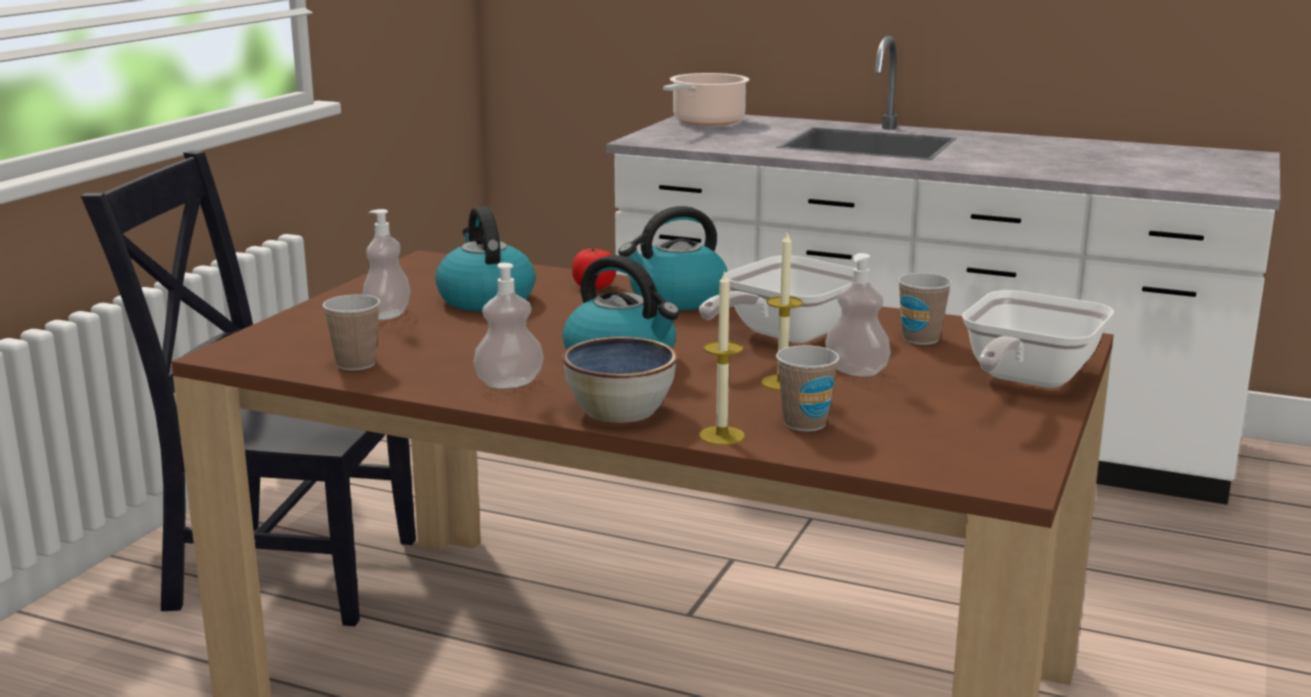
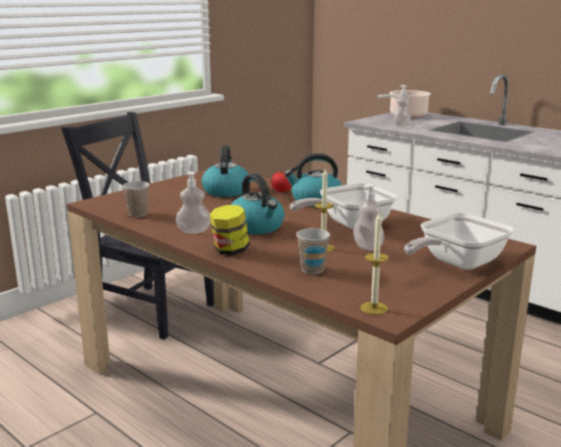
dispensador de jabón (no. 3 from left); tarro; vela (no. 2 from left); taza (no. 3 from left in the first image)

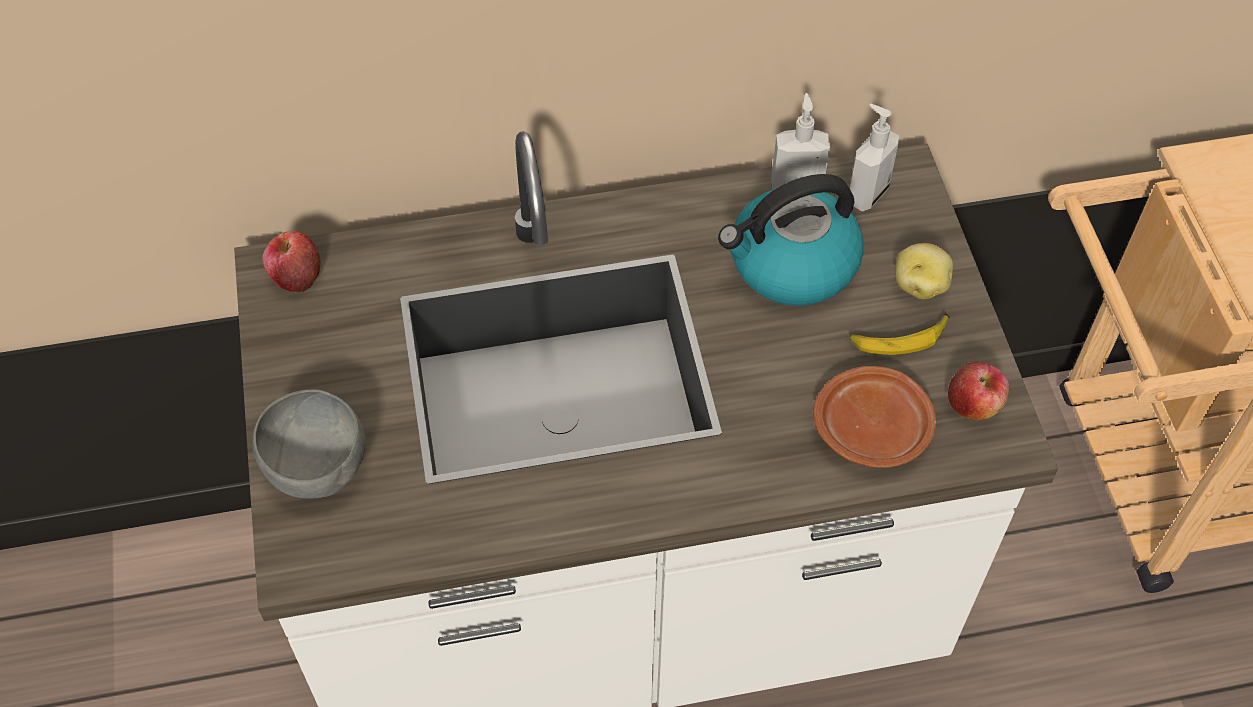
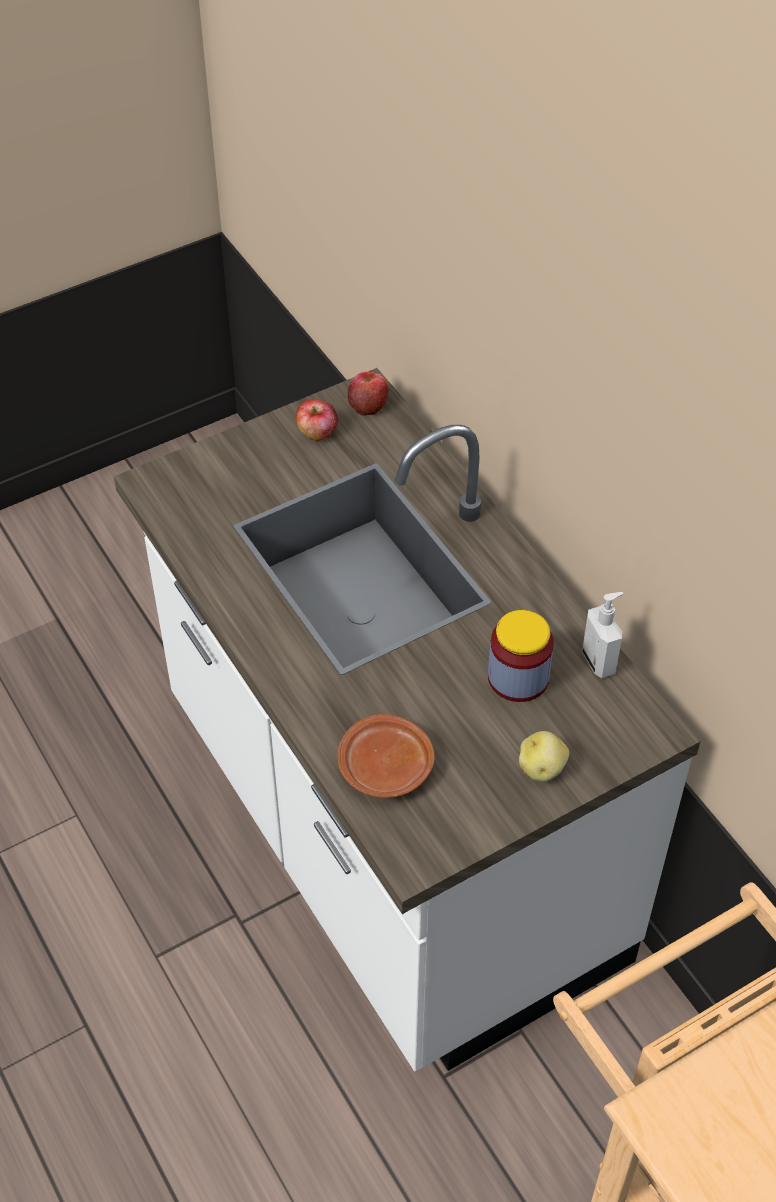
cuenco (gris); tarro; dispensador de jabón (no. 2 from left in the first image); plátano; manzana (no. 1 from left)

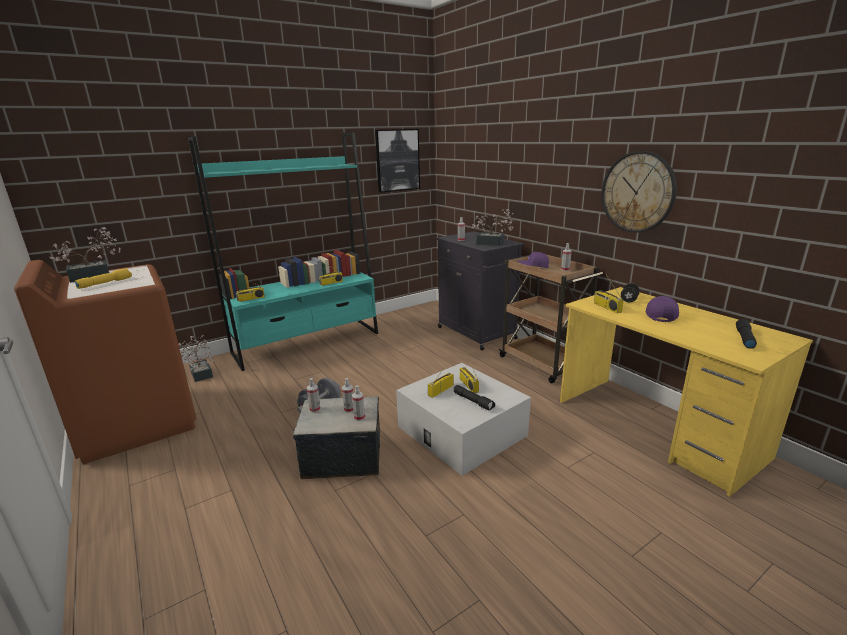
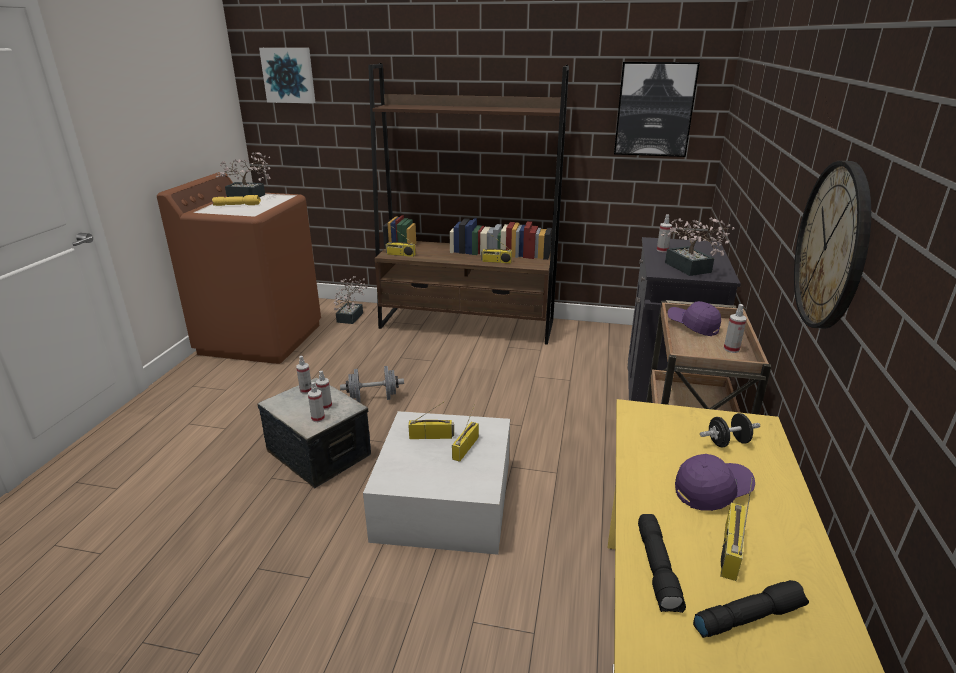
estantería (marrón); linterna (negro) (no. 1 from left); radio (no. 5 from left); cuadro (no. 1 from left)

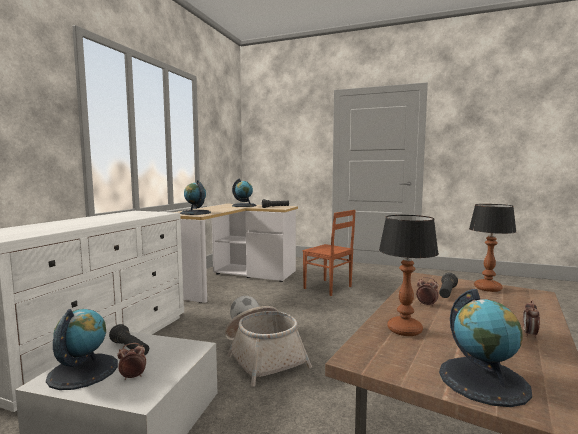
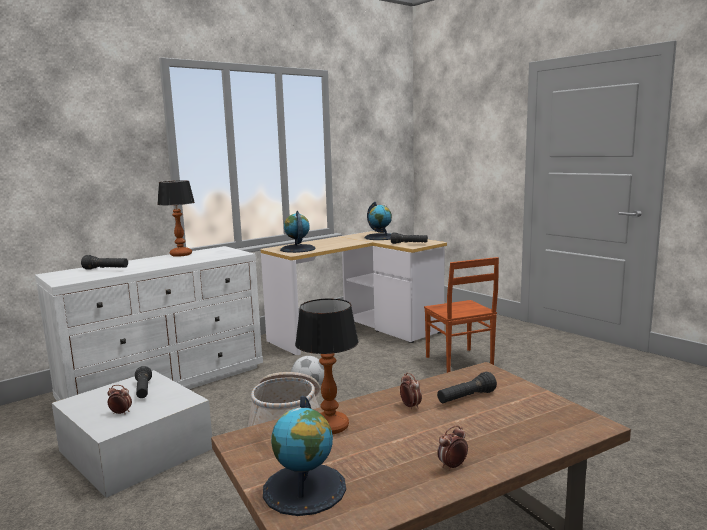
globo terráqueo (no. 1 from left in the first image); lámpara de mesa (no. 1 from left); linterna (negro) (no. 1 from left)

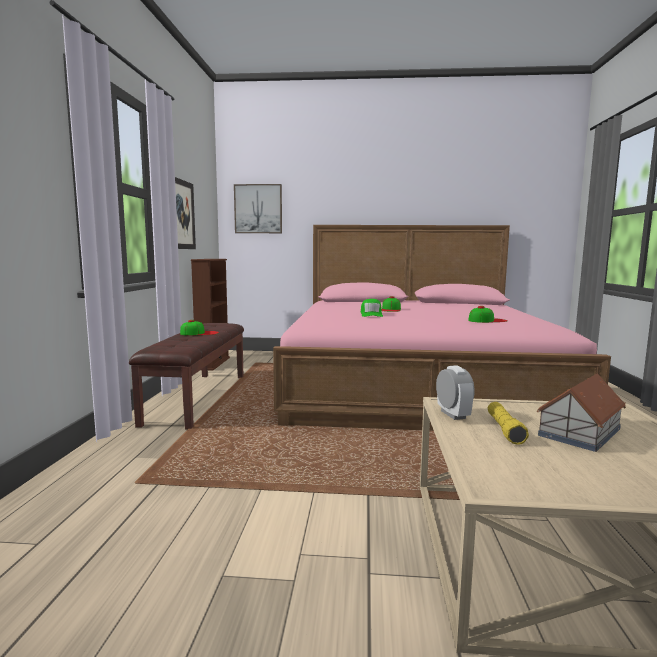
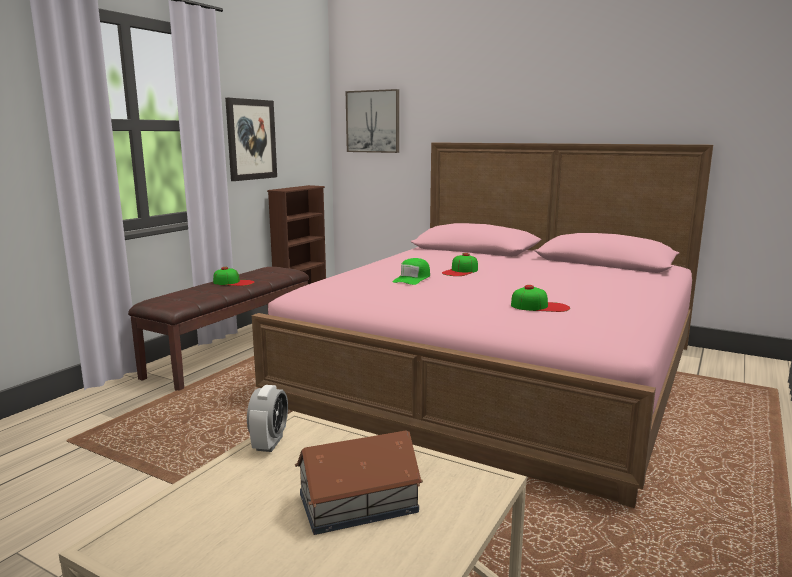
linterna (amarillo)

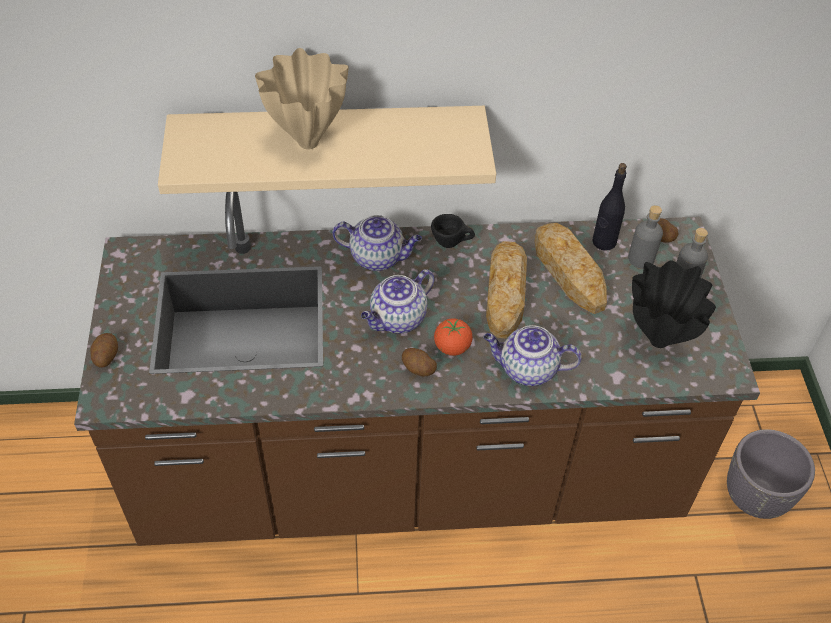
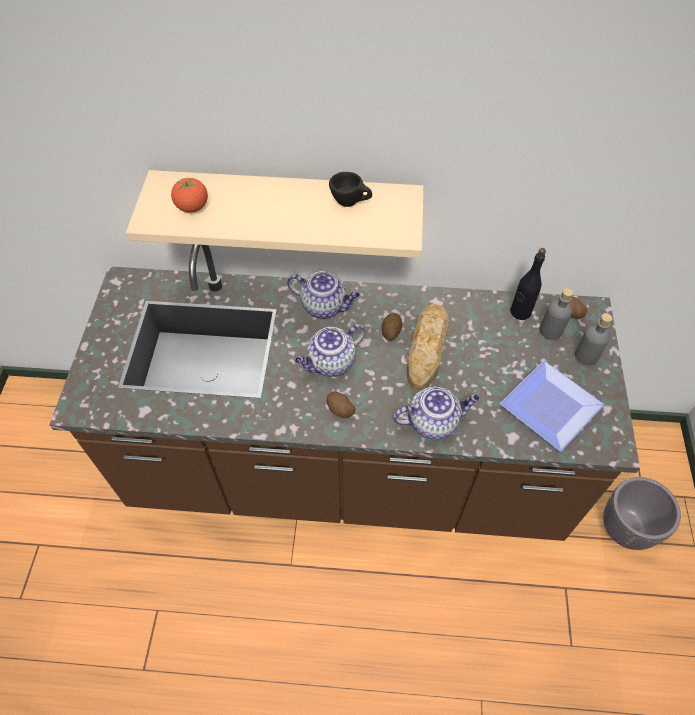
patata (no. 2 from left); florero (beis); taza (negro); tomate; tetera (no. 3 from left); pan (no. 2 from left in the first image); plato

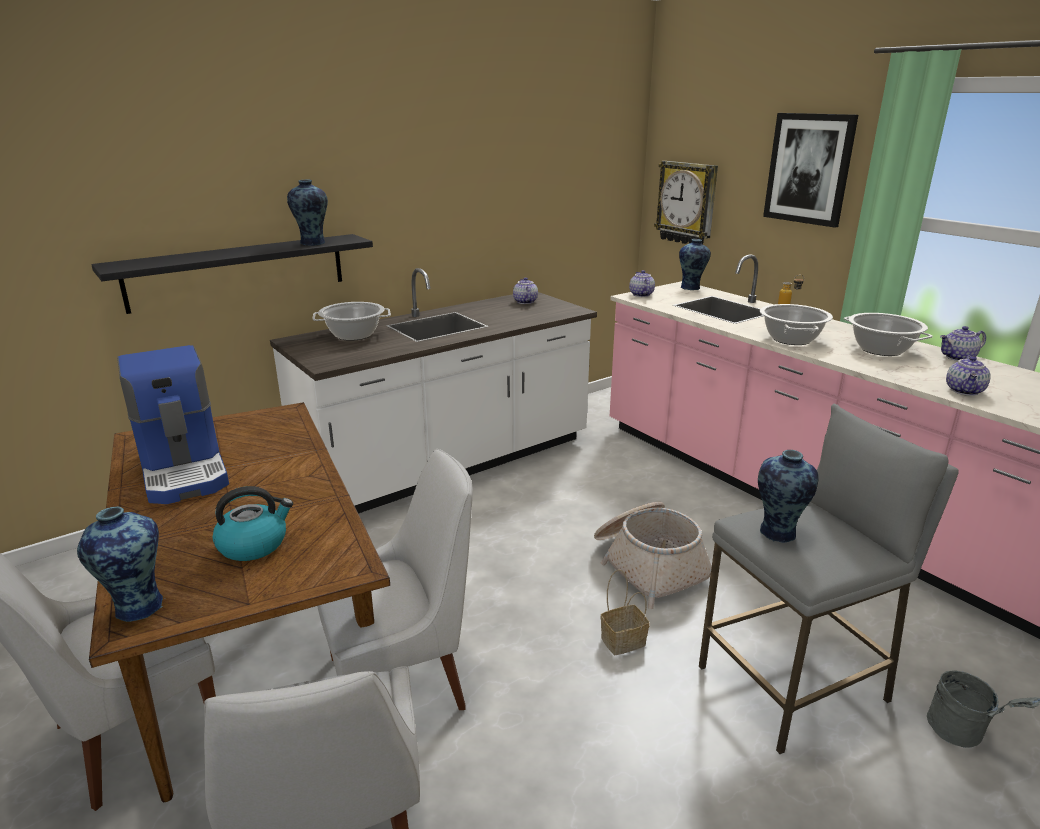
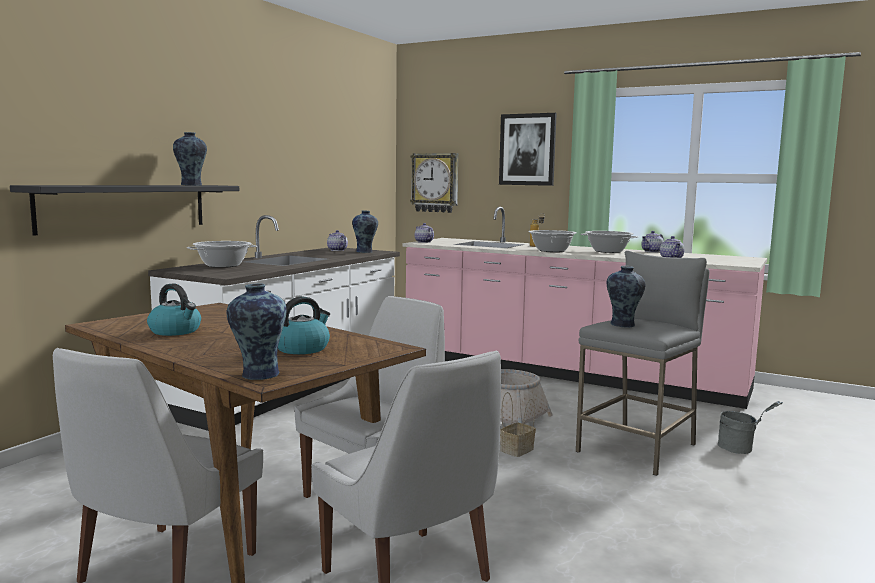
hervidor (no. 1 from left); florero (no. 3 from left)

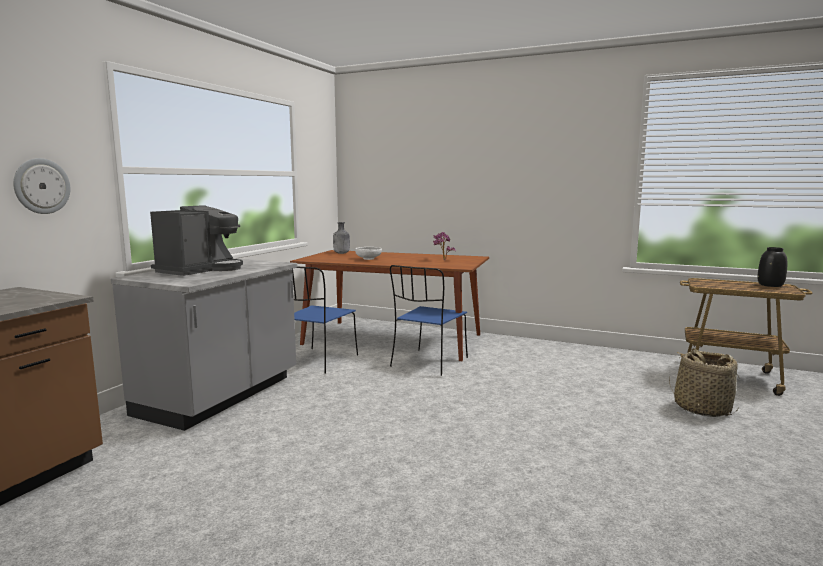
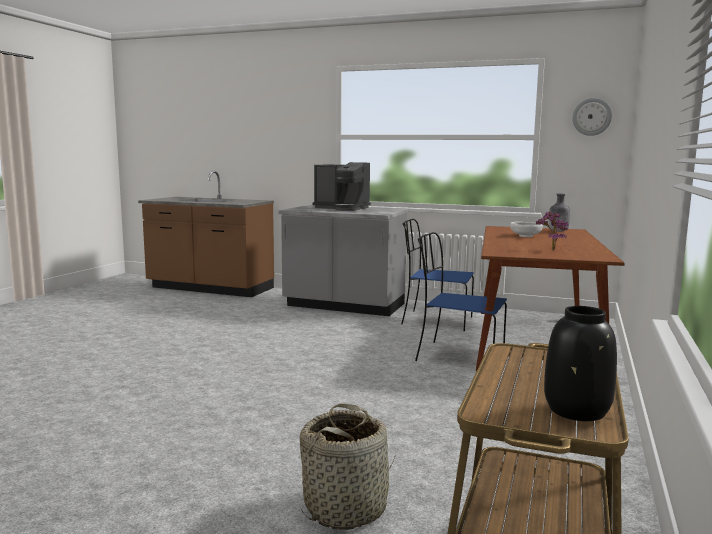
reloj de pared

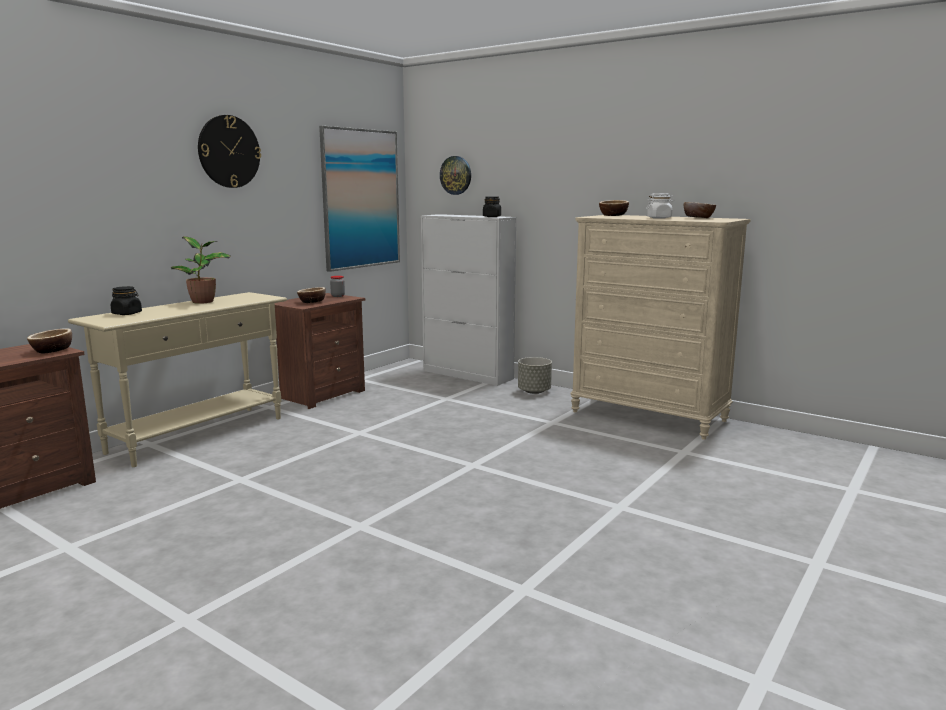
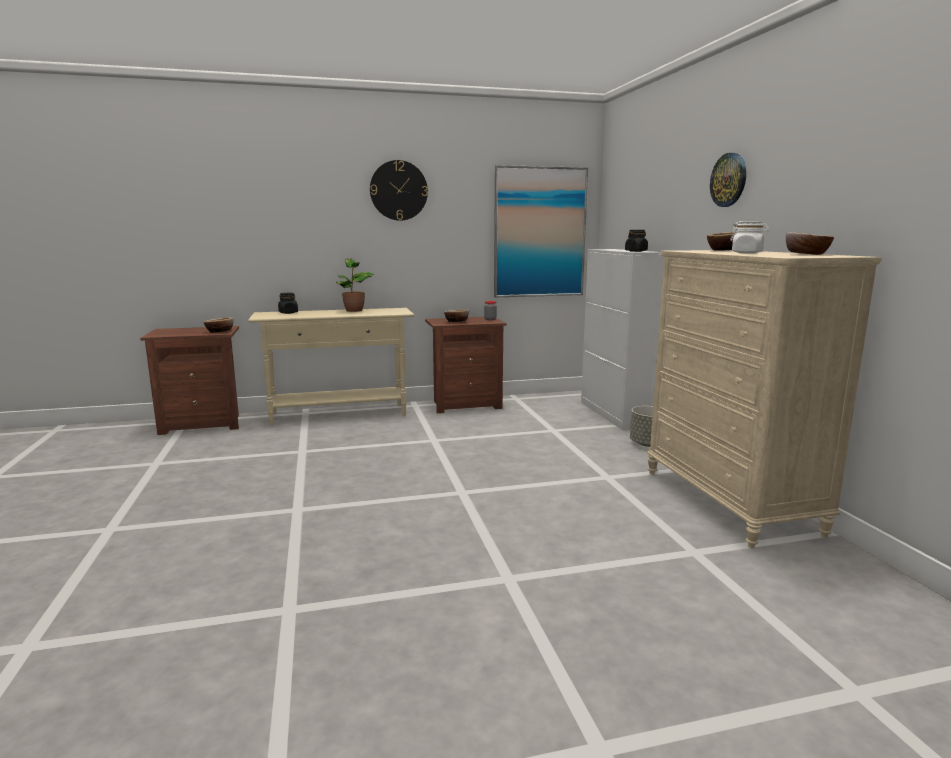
reloj de pared (no. 2 from left)

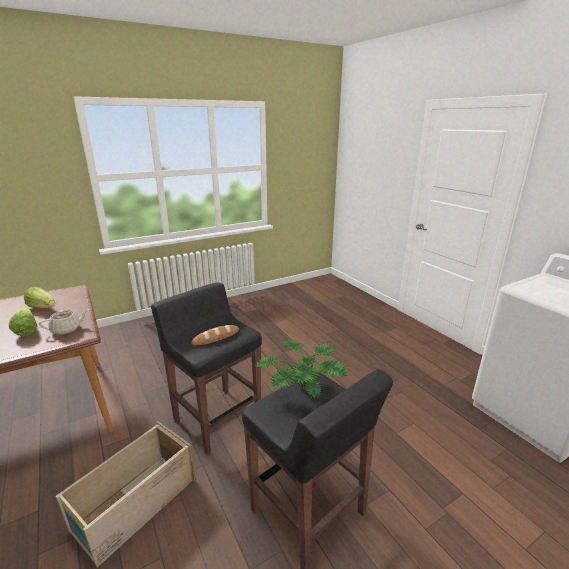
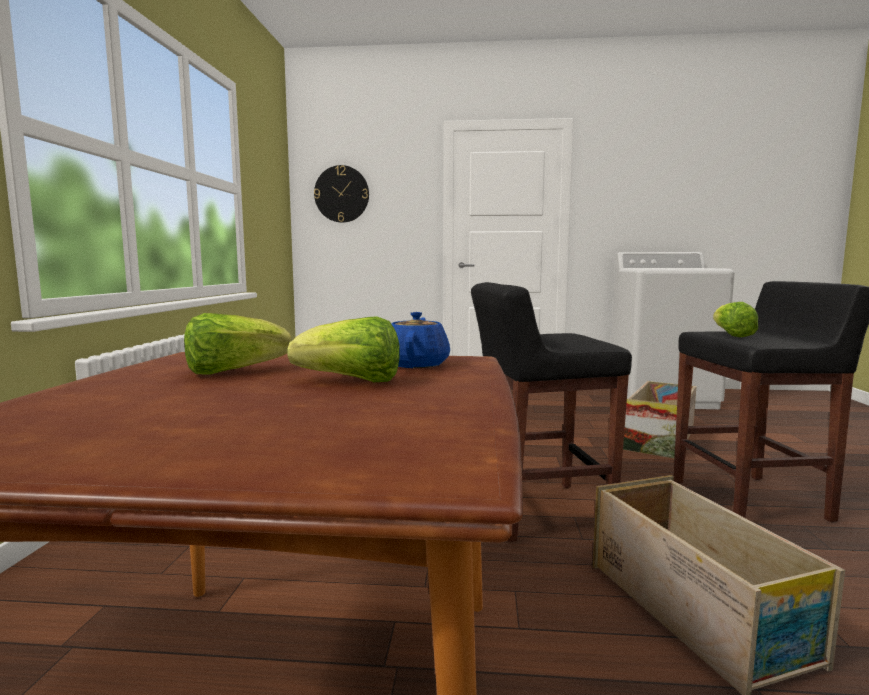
tetera (azul); pan; lechuga (no. 3 from left); reloj de pared; caja de embalaje (no. 1 from left)

